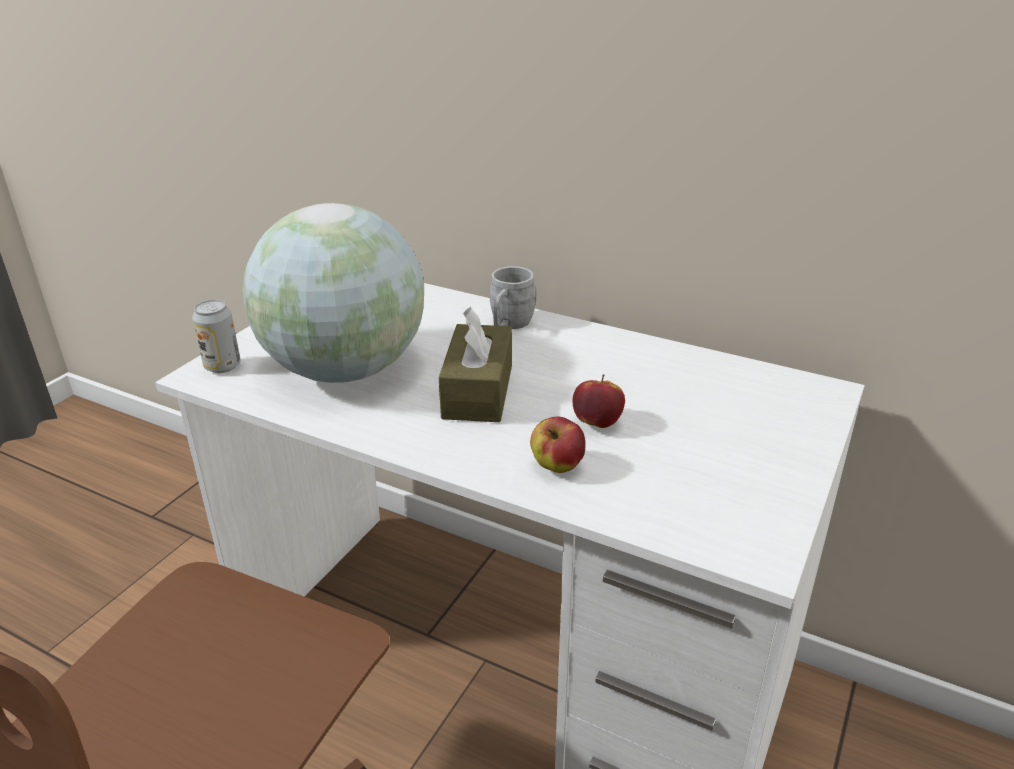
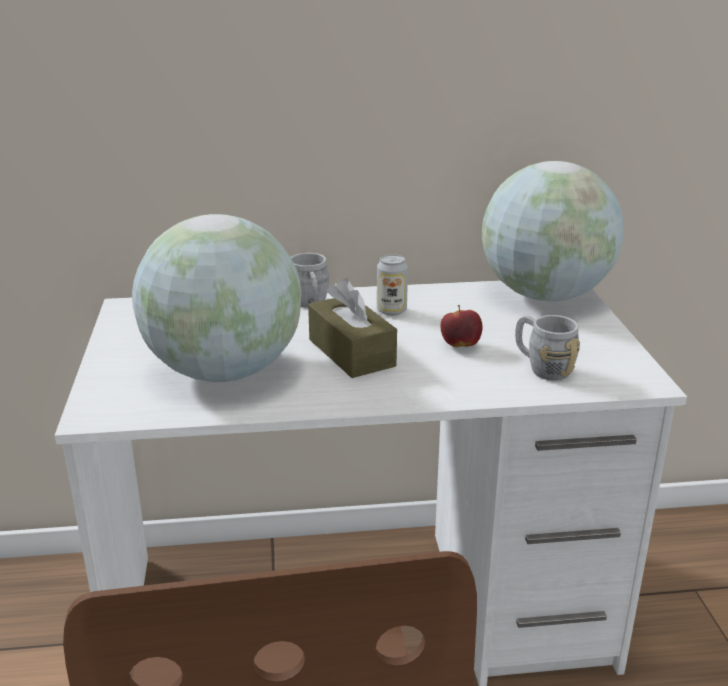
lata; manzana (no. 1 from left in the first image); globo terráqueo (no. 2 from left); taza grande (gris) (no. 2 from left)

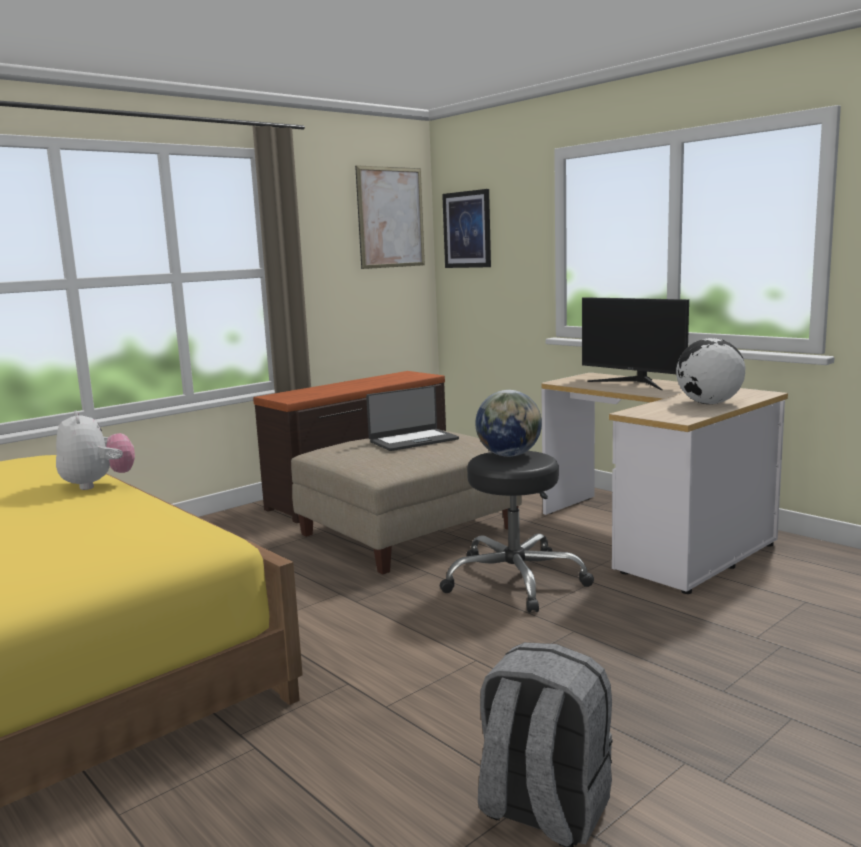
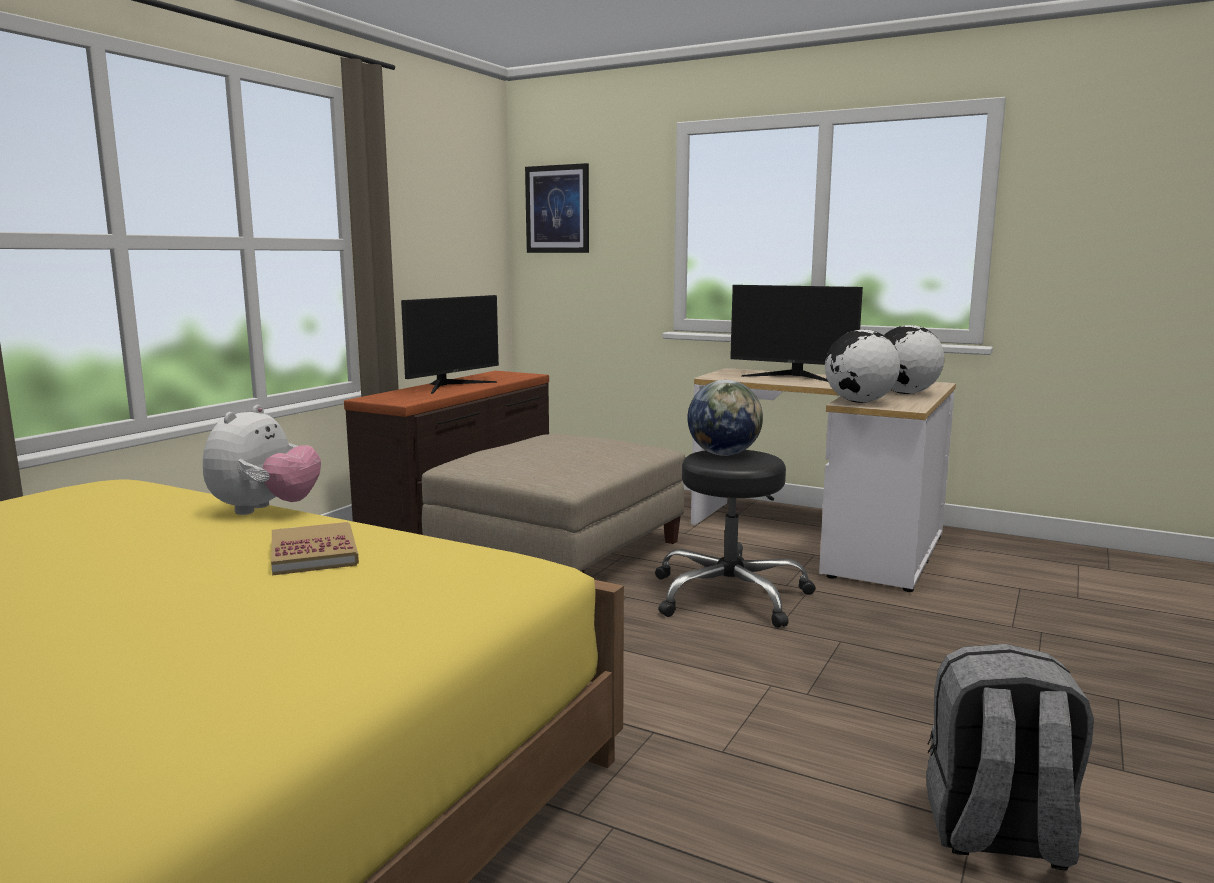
peluche; cuadro (no. 1 from left in the first image); portátil; libro; monitor (no. 1 from left); globo terráqueo (no. 2 from left)

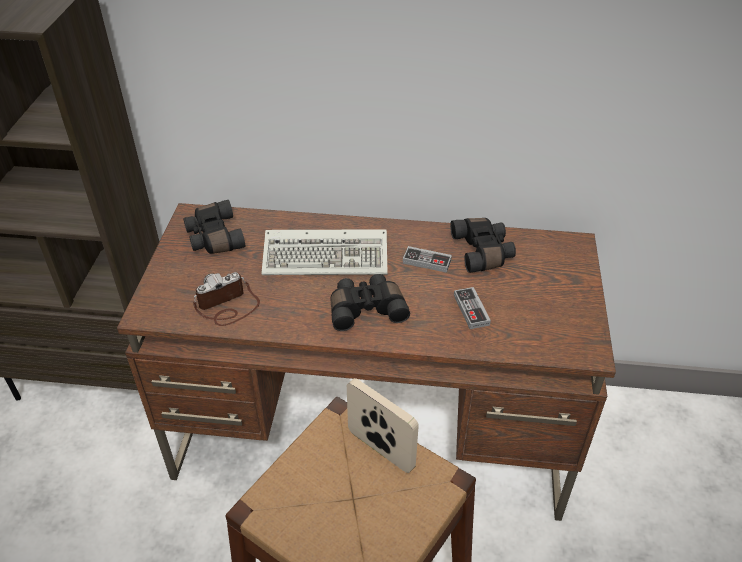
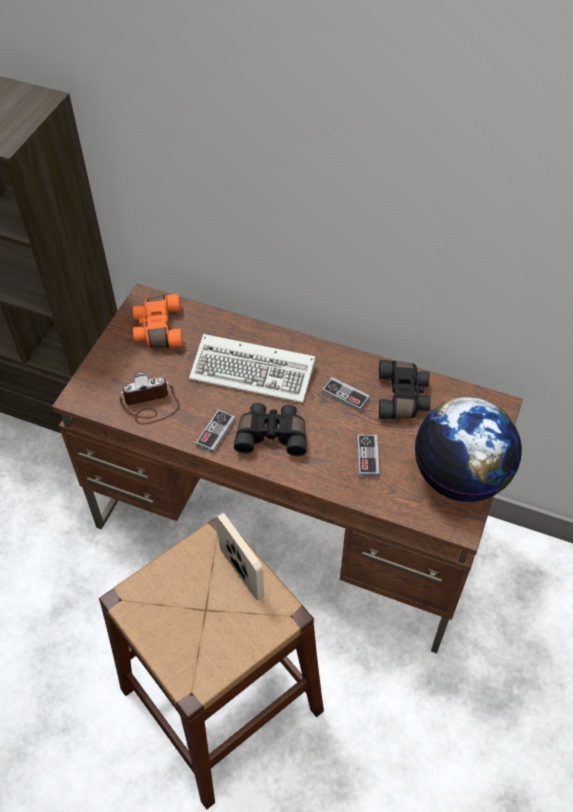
prismáticos (naranja); mando de consola (no. 1 from left); globo terráqueo

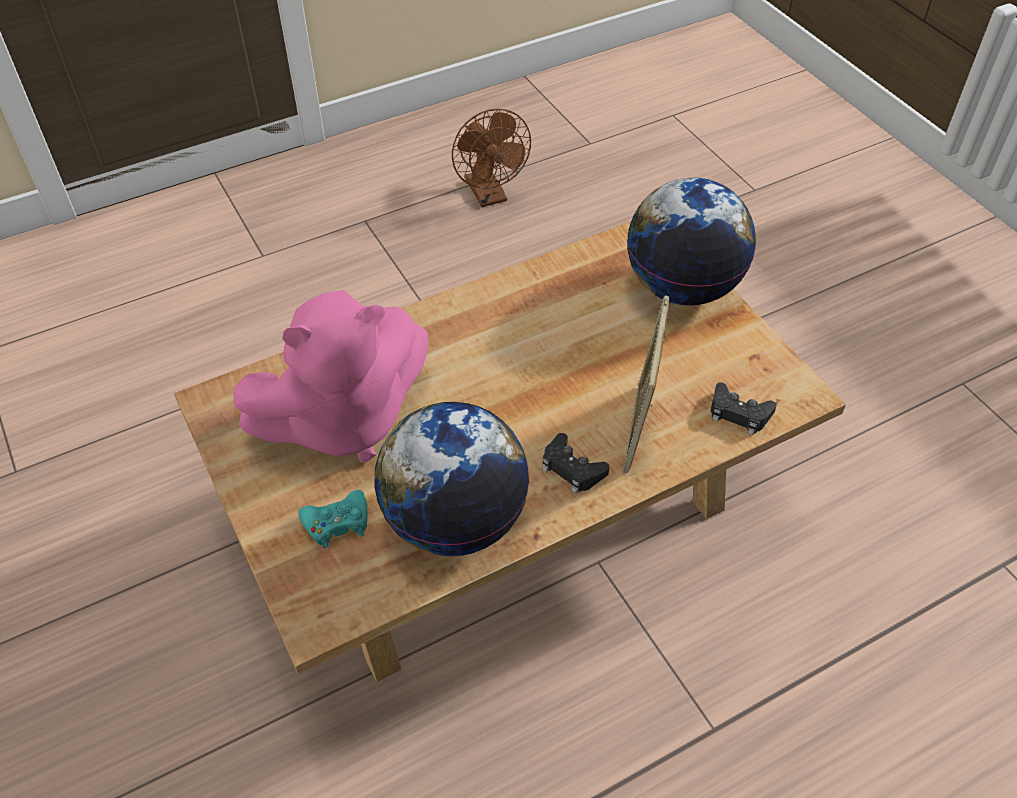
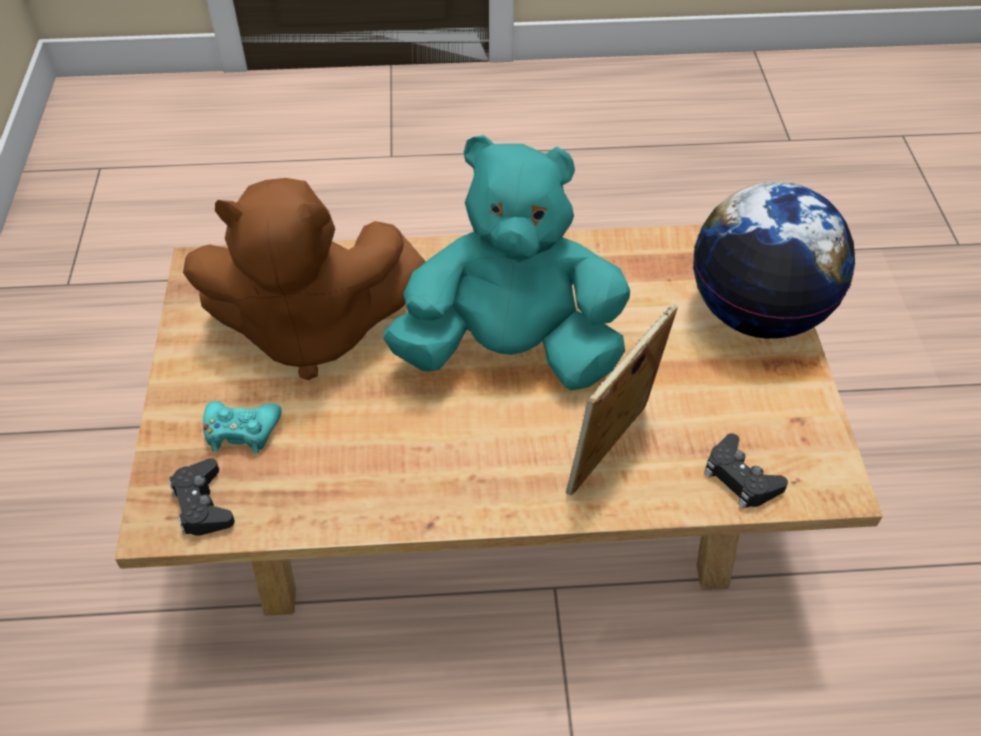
peluche (marrón); globo terráqueo (no. 1 from left in the first image); ventilador (marrón); mando de consola (negro) (no. 1 from left); peluche (turquesa)

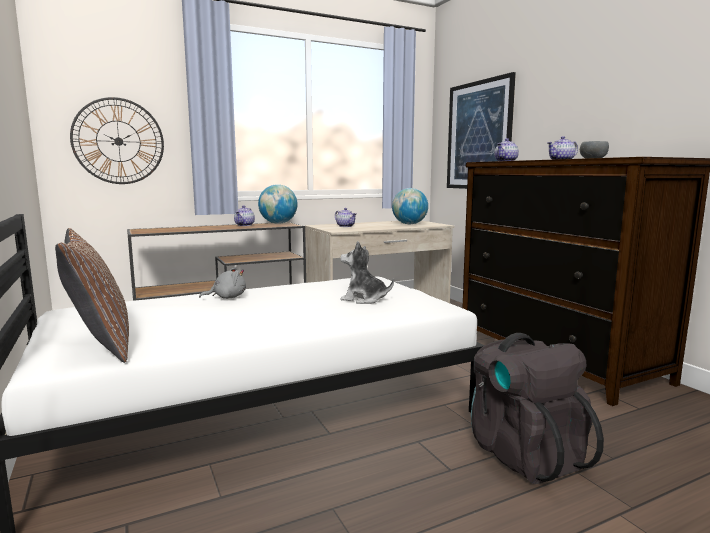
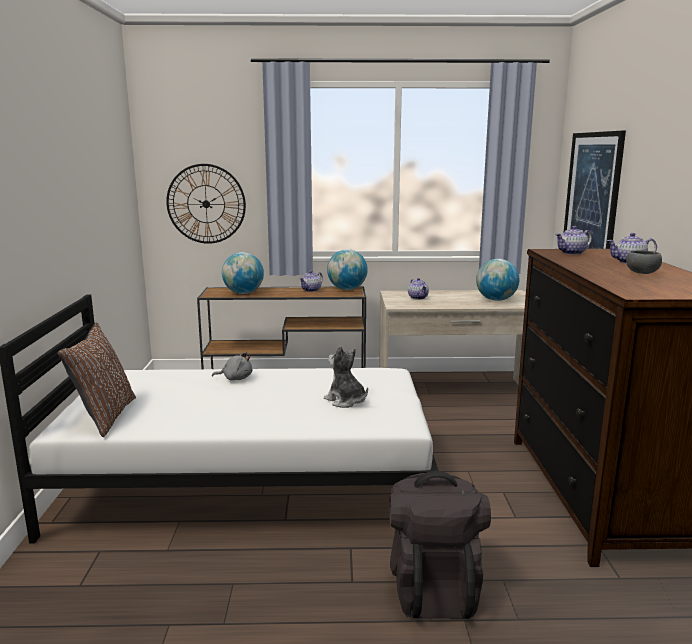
globo terráqueo (no. 1 from left)

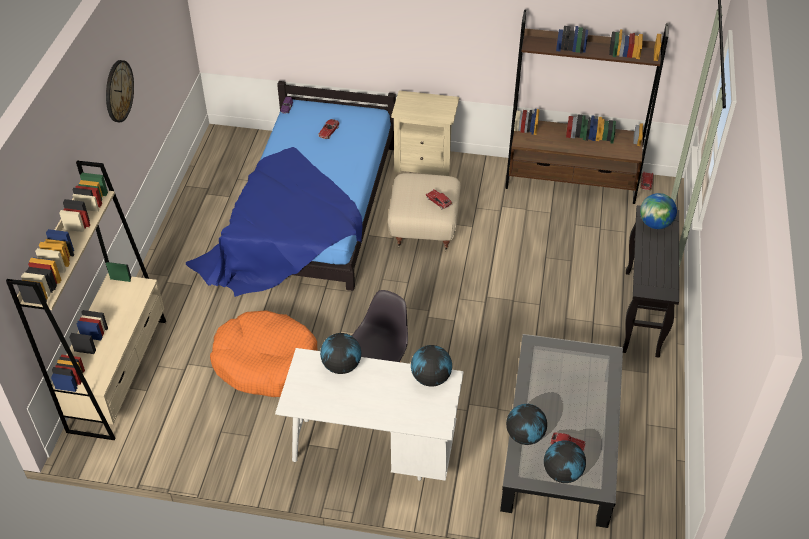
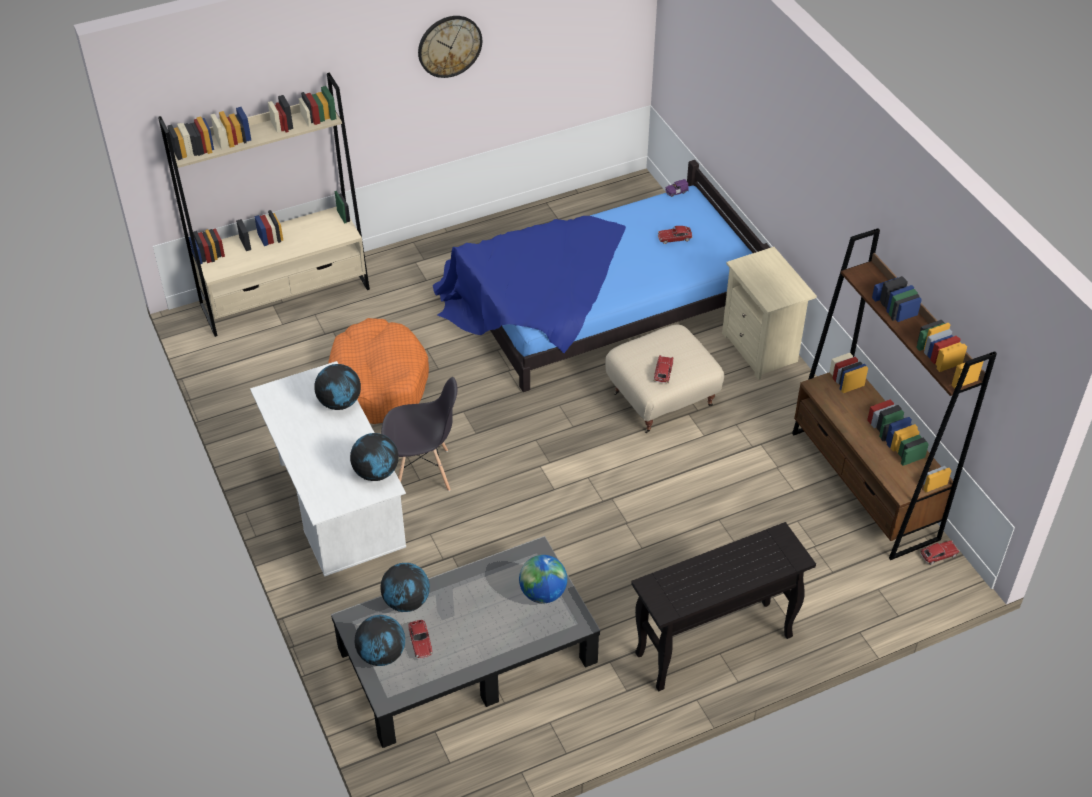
globo terráqueo (no. 5 from left)

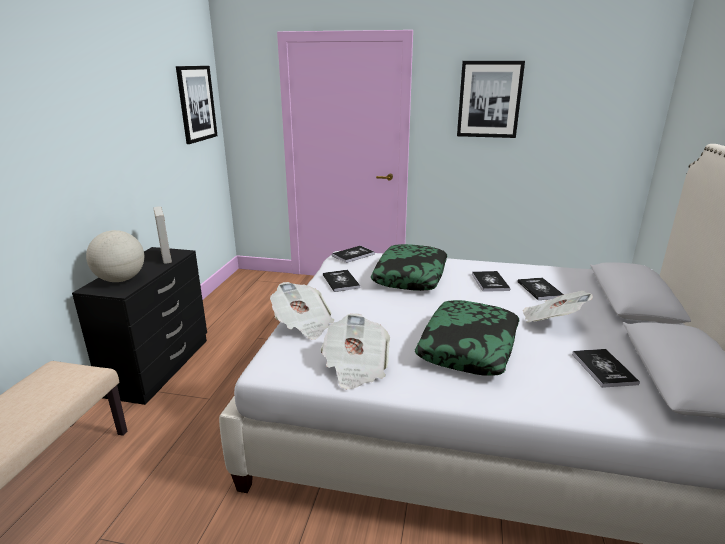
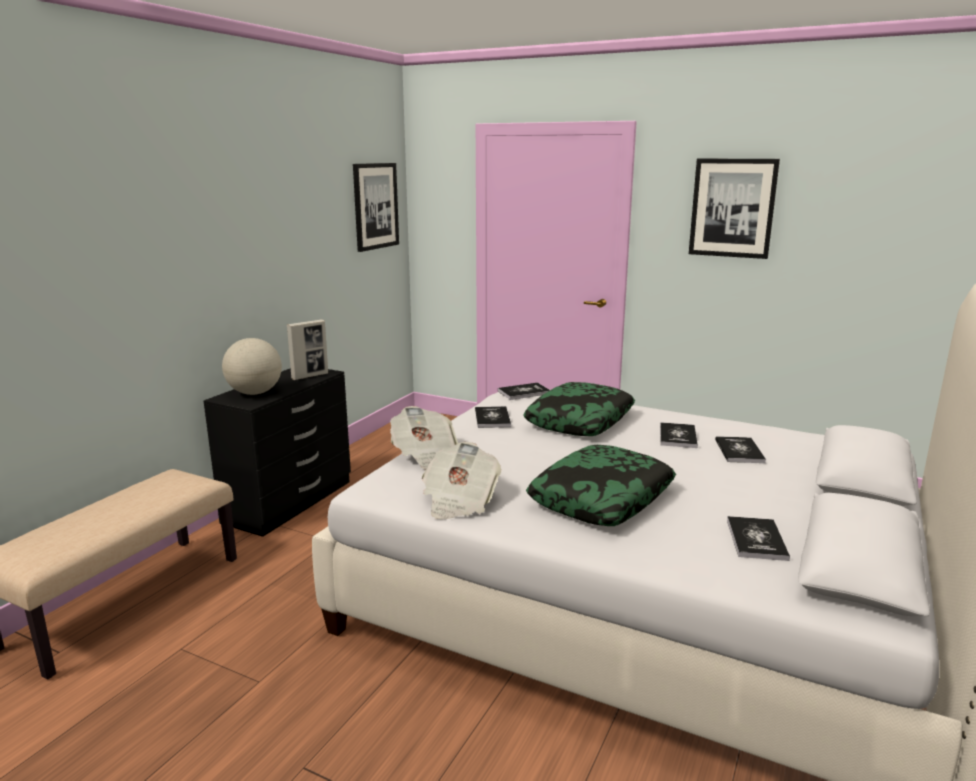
portarretratos; periódico (no. 3 from left in the first image)

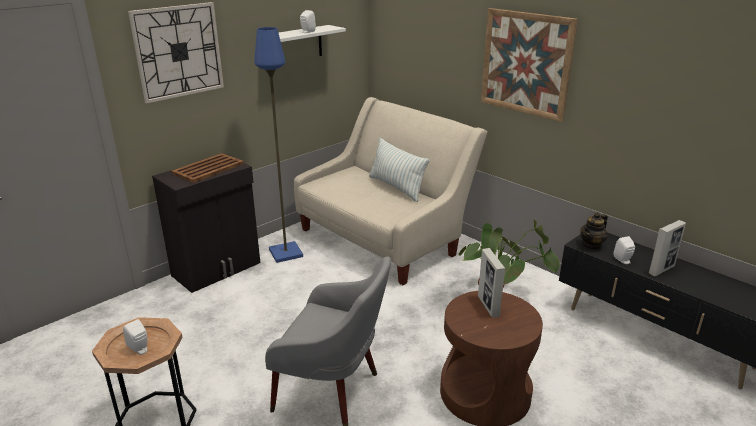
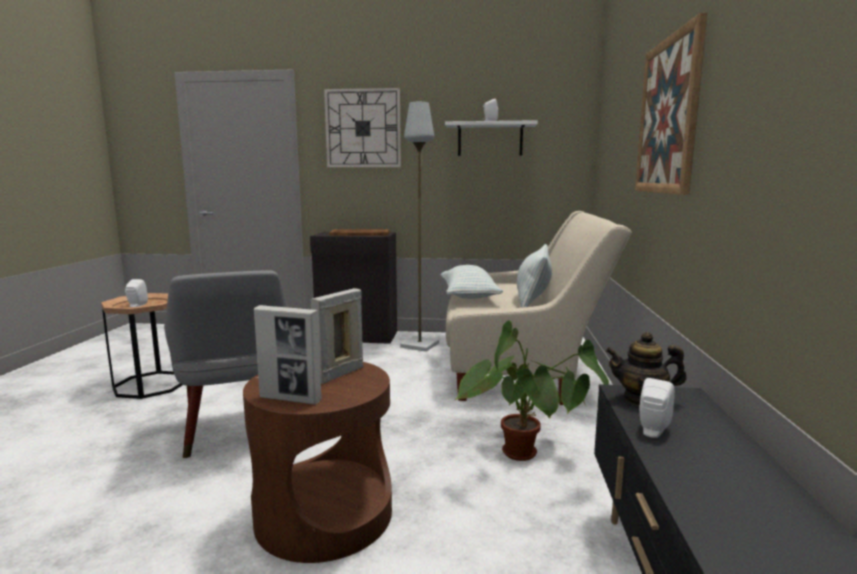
lámpara de pie (gris); portarretratos (no. 1 from left); cojín (no. 1 from left)

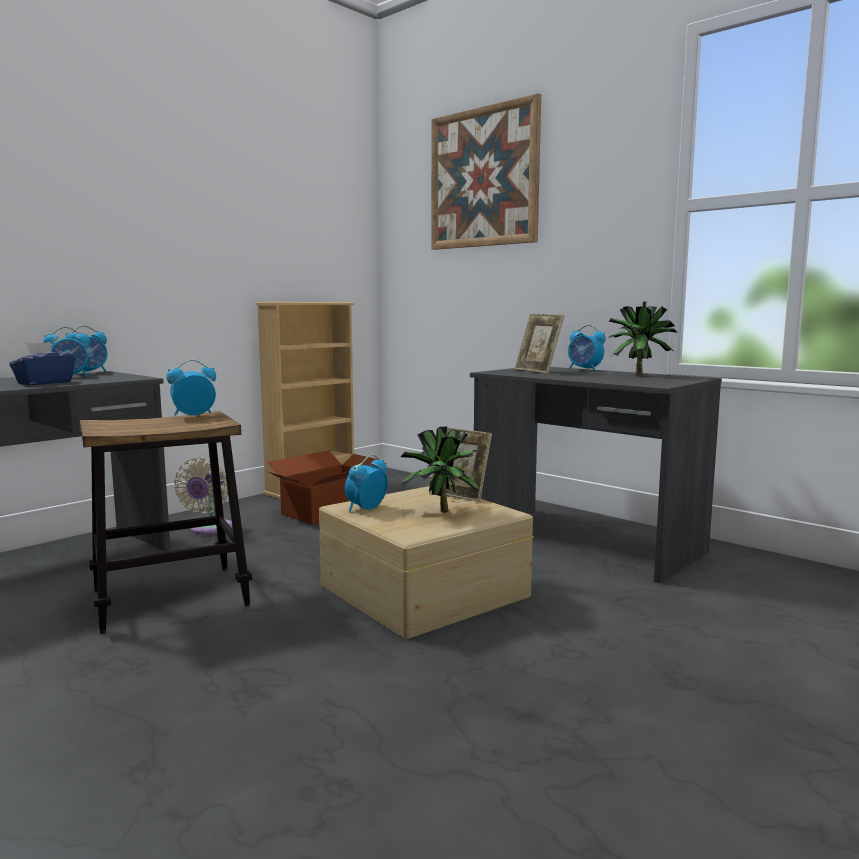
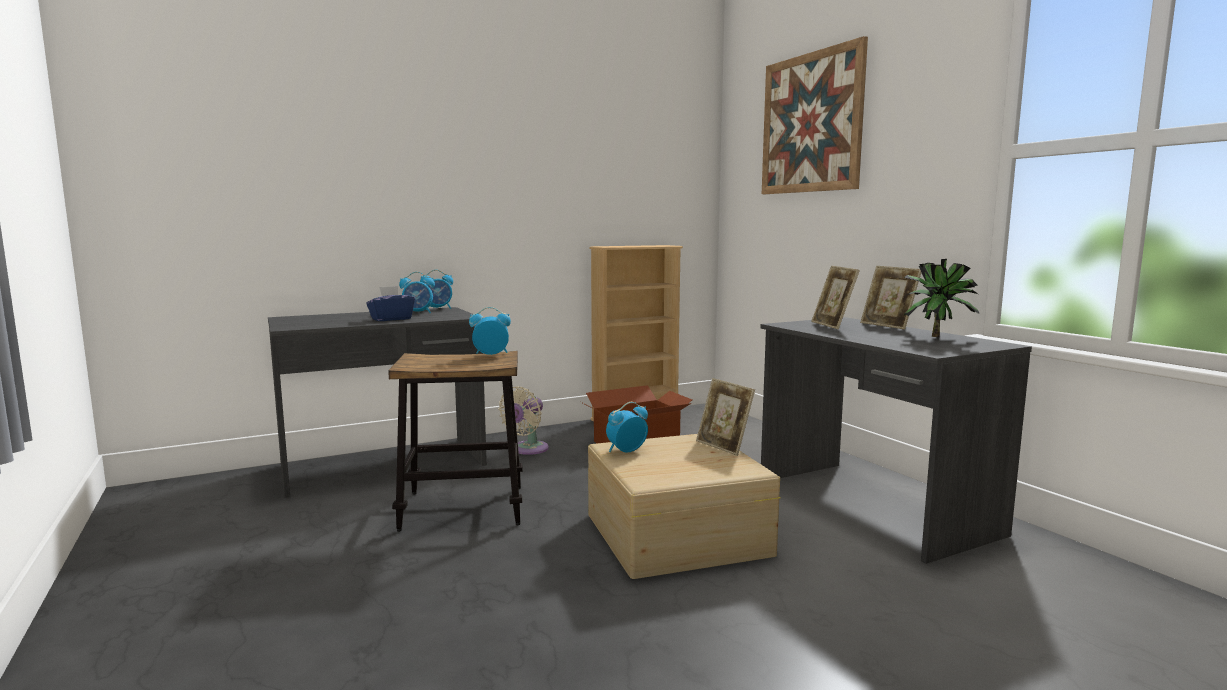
planta en maceta (no. 1 from left in the first image); portarretratos (no. 3 from left)

